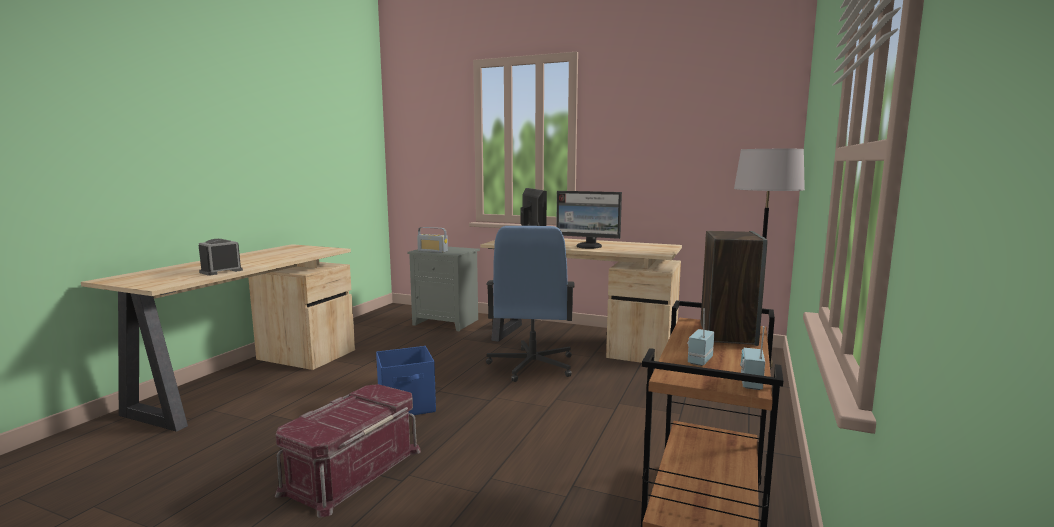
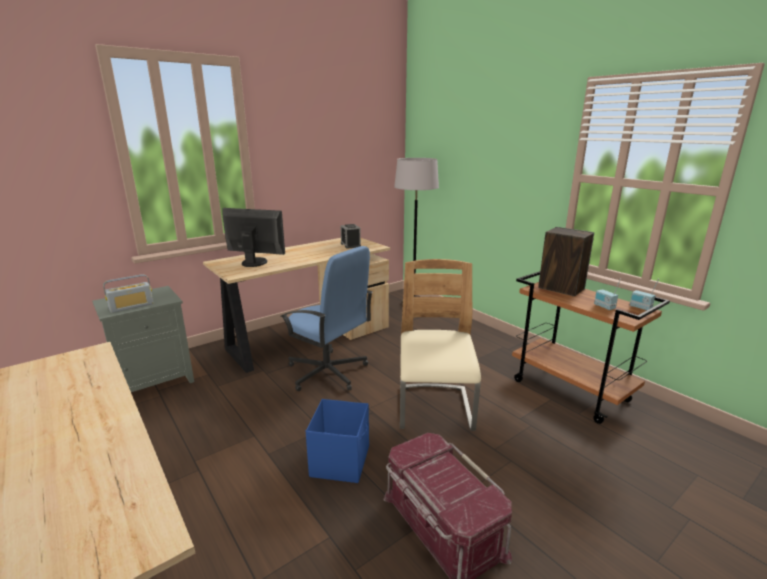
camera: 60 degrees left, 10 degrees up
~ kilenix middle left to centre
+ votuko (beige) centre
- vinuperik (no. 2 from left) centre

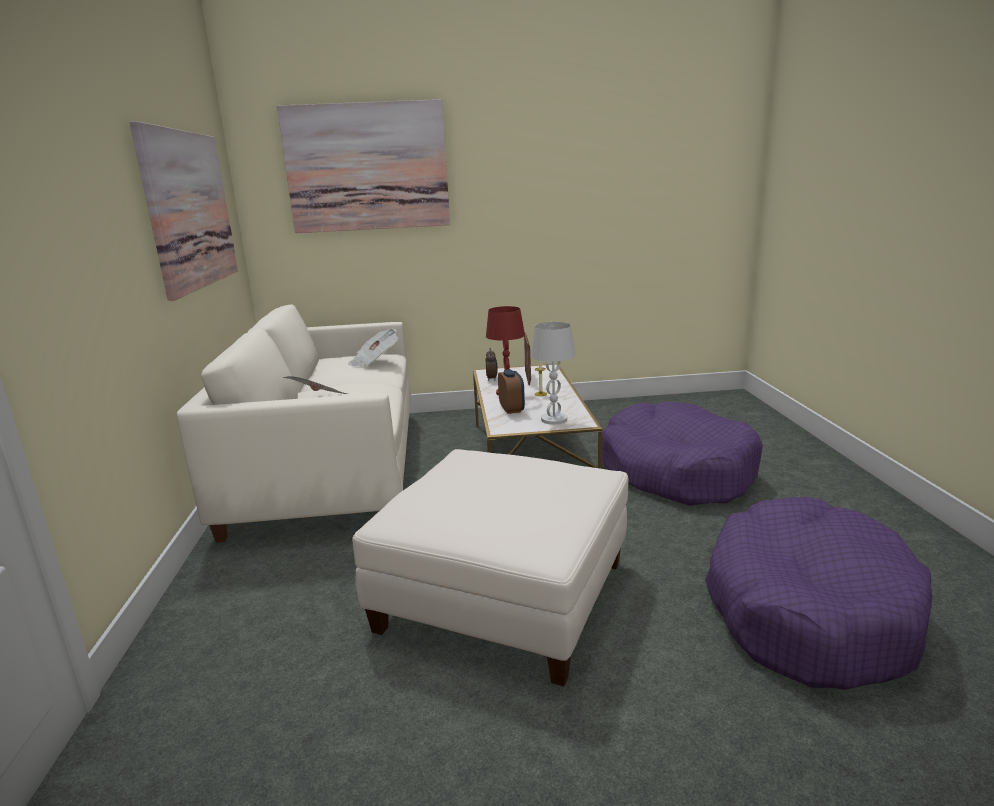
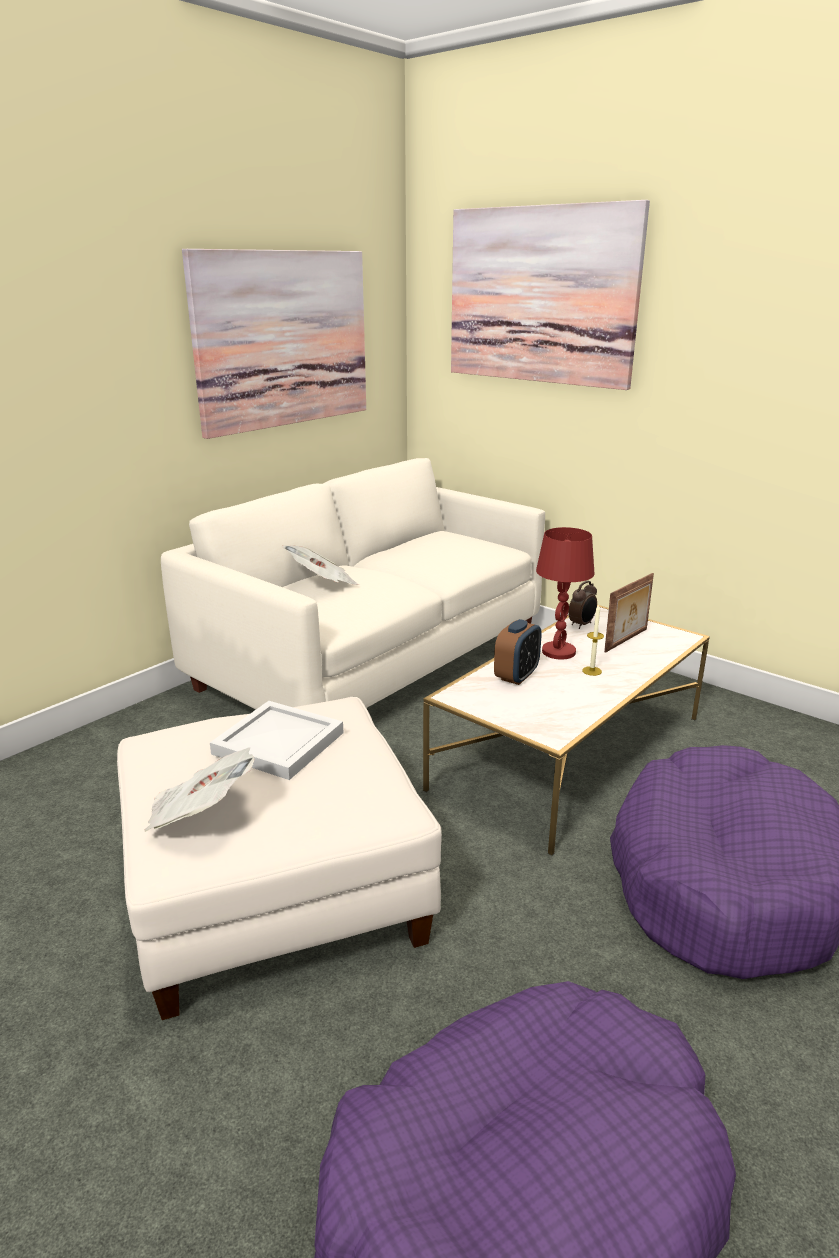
camera: 45 degrees right, 5 degrees up
~ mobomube (no. 2 from left in the first image) centre to mobomube (no. 1 from left) middle left
+ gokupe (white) middle left
- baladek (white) centre

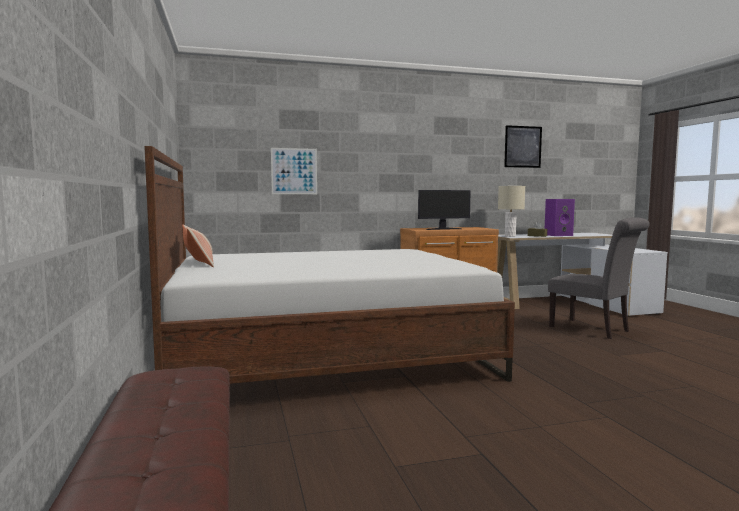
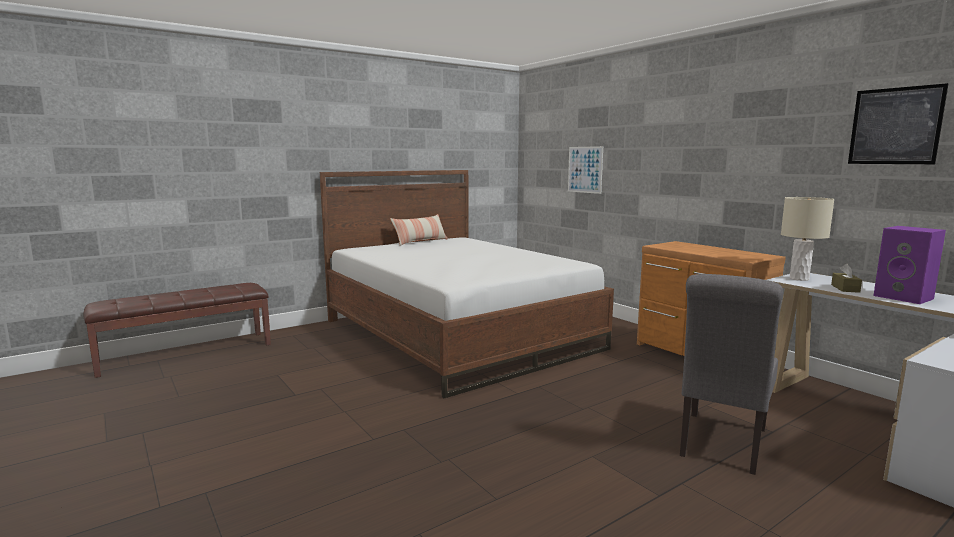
camera: 70 degrees right, 5 degrees up
- vinuperik centre

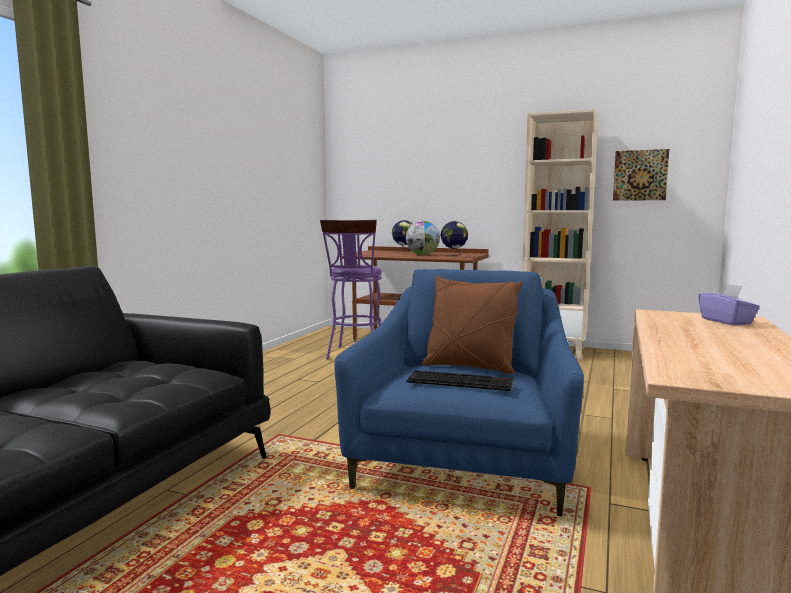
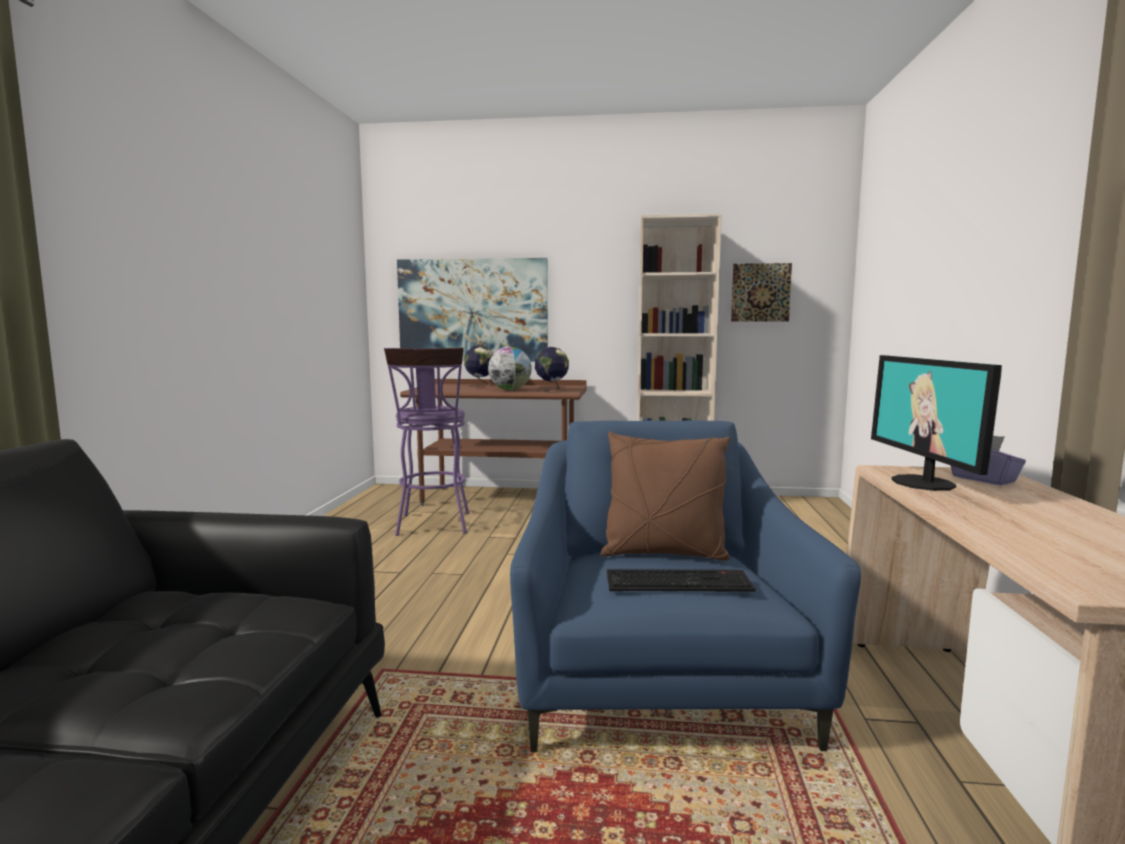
camera: 15 degrees left, 0 degrees up
+ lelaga (no. 1 from left) centre
+ vinuperik middle right

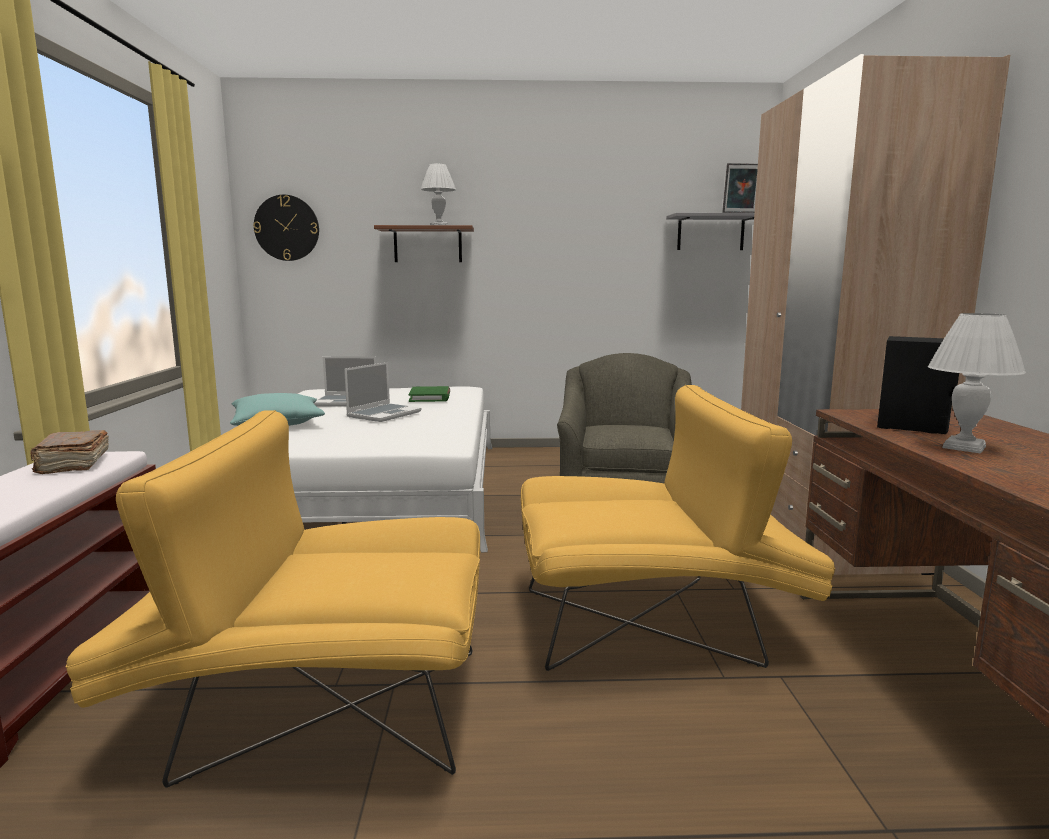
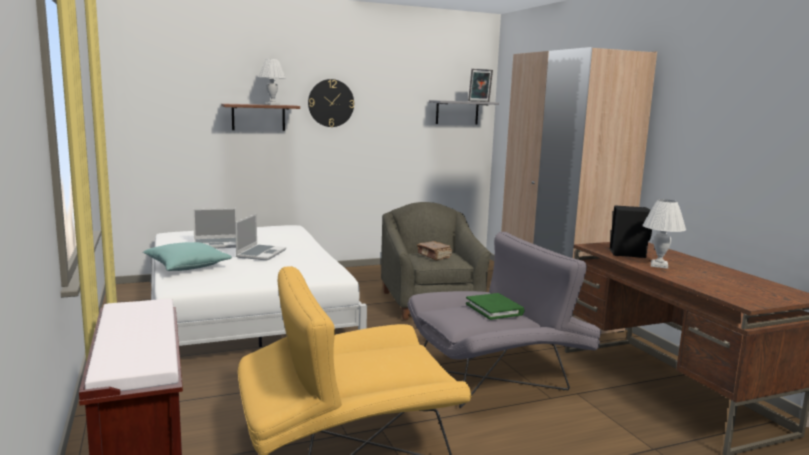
camera: 20 degrees left, 0 degrees up
~ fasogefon top left to top centre
~ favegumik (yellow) (no. 2 from left) centre to favegumik (grey) (no. 2 from left) bottom centre
~ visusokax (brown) middle left to centre
~ visusokax (green) centre to bottom centre

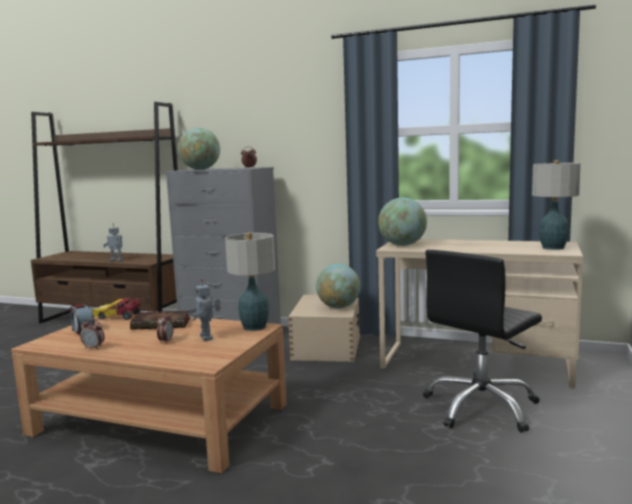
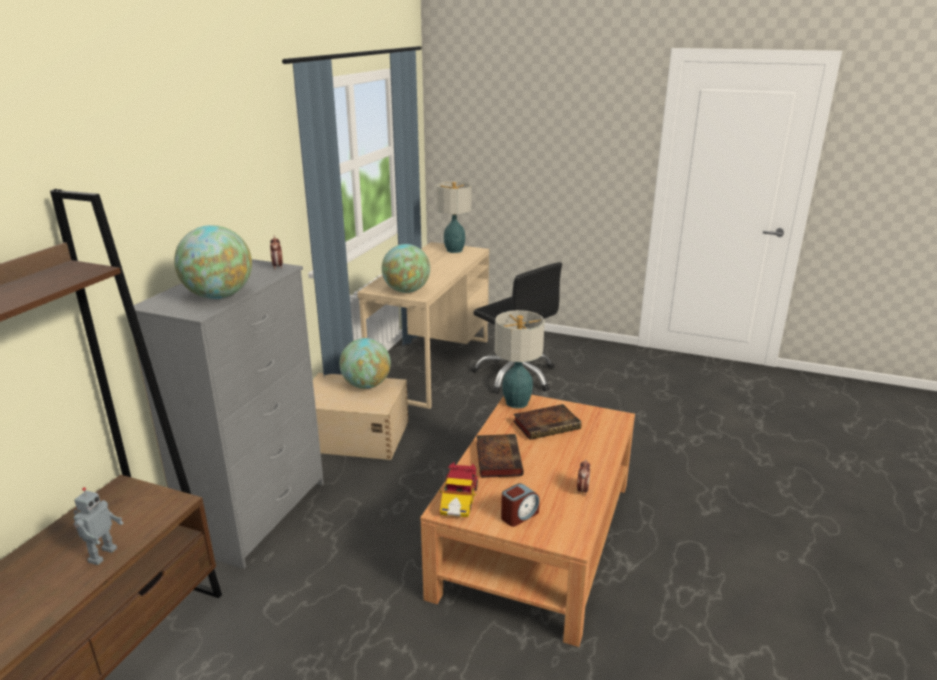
camera: 90 degrees left, 15 degrees up
~ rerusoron (no. 2 from left) middle left to visusokax (no. 2 from left) centre
- kilenix (no. 3 from left) middle left

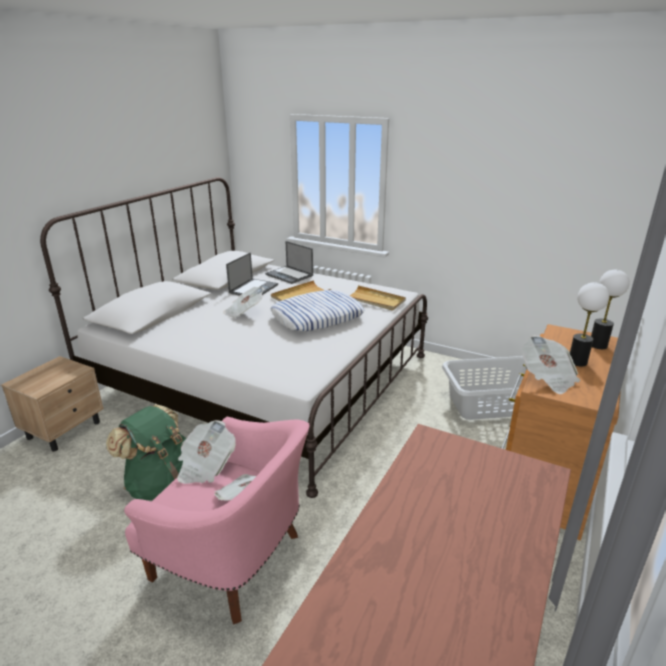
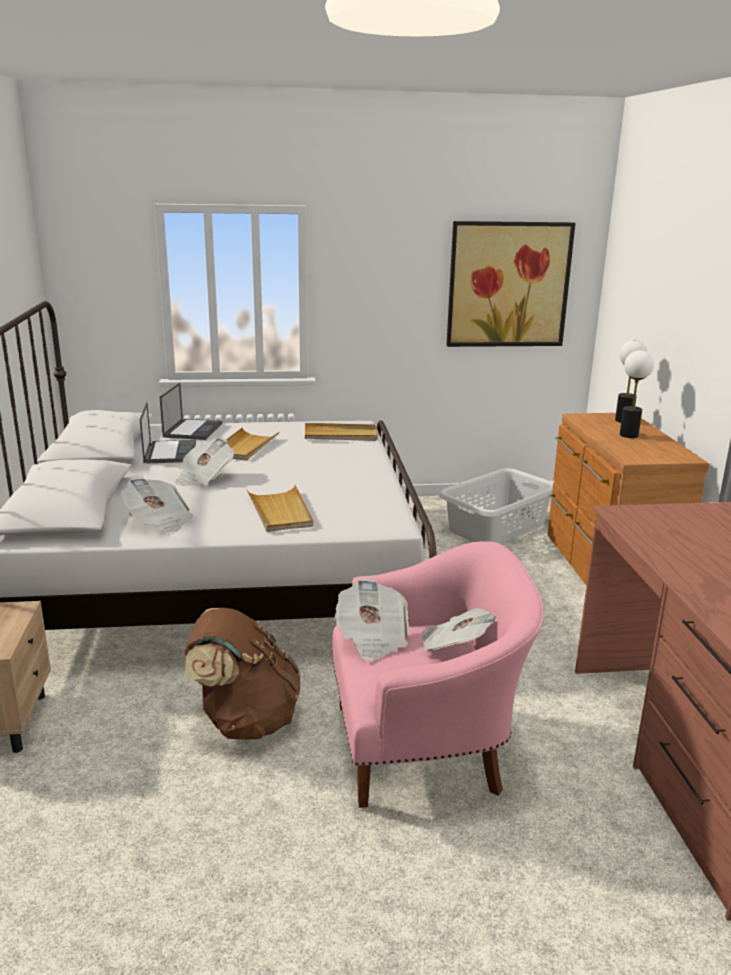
camera: 35 degrees left, 5 degrees down
~ mobomube (no. 4 from left in the first image) middle right to mobomube (no. 1 from left) middle left
~ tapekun (no. 2 from left) centre = middle left 90 degrees counterclockwise
~ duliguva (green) bottom left to duliguva (brown) bottom left
+ gokupe (beige) (no. 2 from left) centre
+ lelaga top right
- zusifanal centre

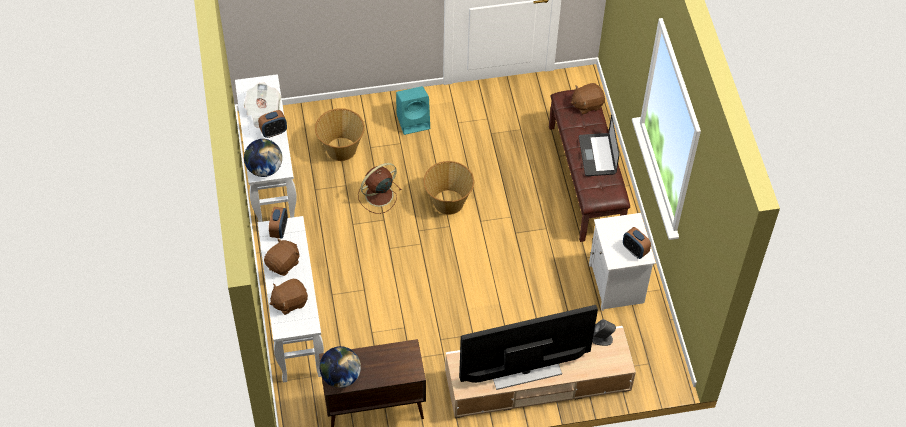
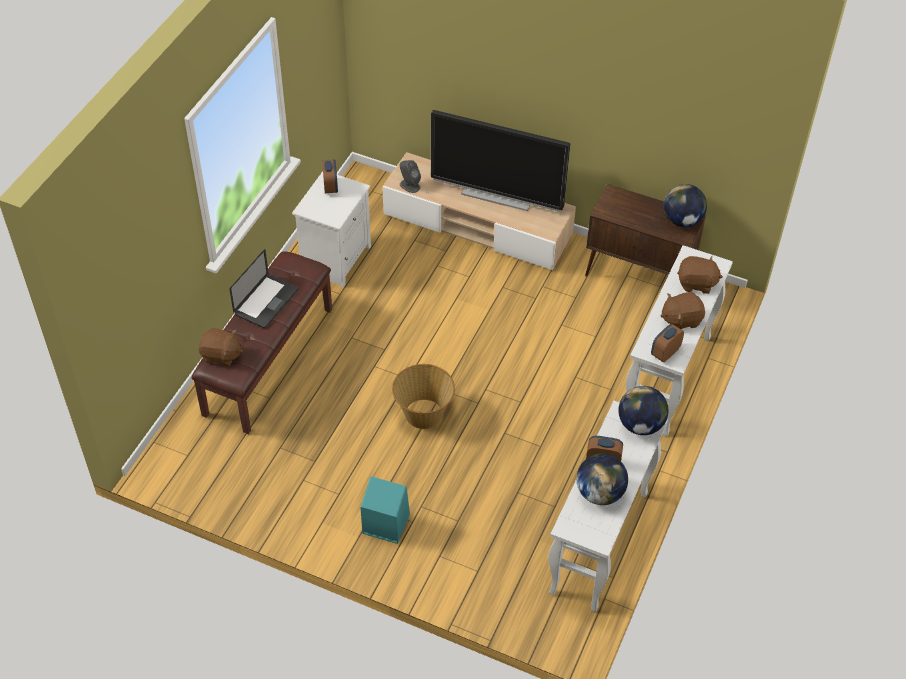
camera: 145 degrees left, 5 degrees down
~ mobomube top left to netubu (no. 1 from left) bottom centre
- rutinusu (no. 1 from left) top centre
- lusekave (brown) centre

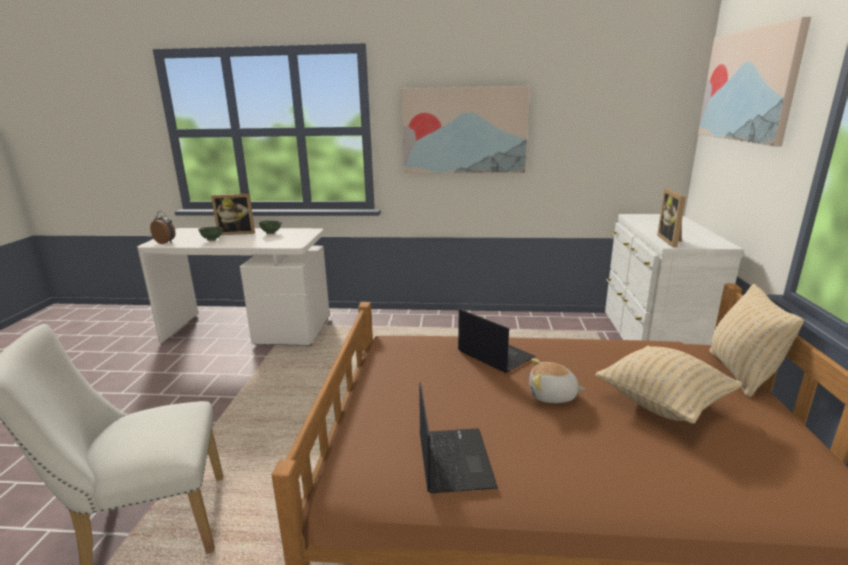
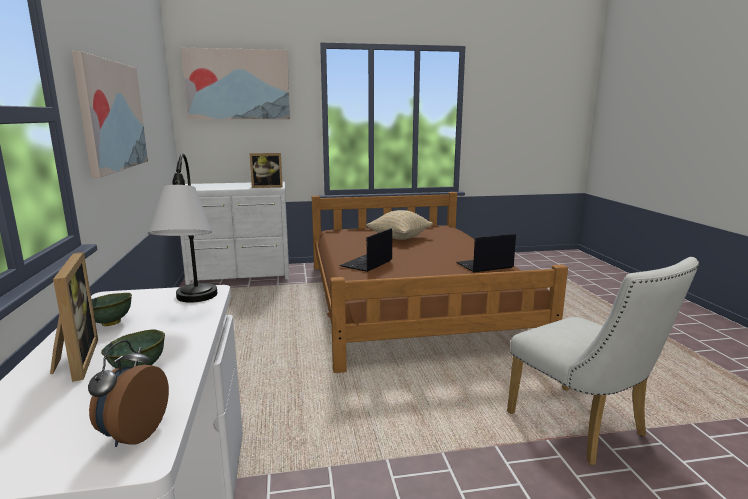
camera: 105 degrees left, 5 degrees down
+ baladek middle left
- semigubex bottom centre
- zusifanal (beige) (no. 2 from left) middle right

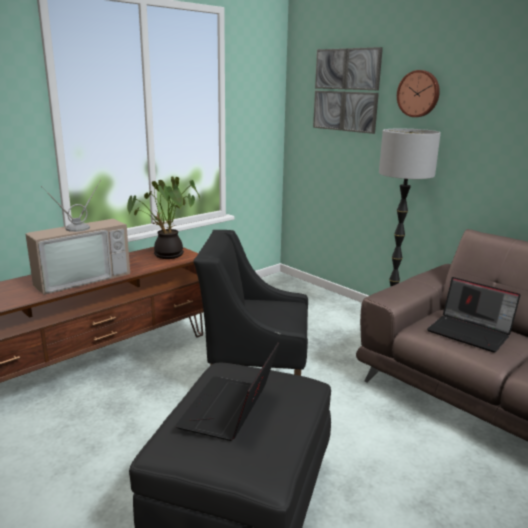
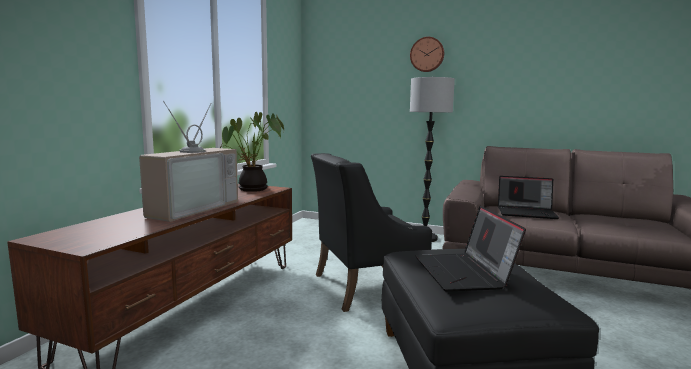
camera: 25 degrees left, 10 degrees down
- lelaga top centre

